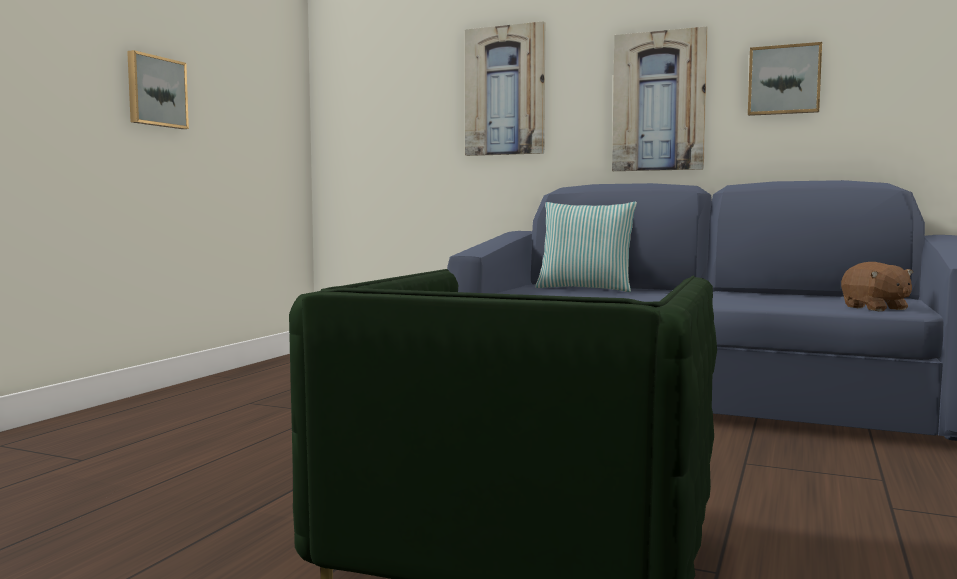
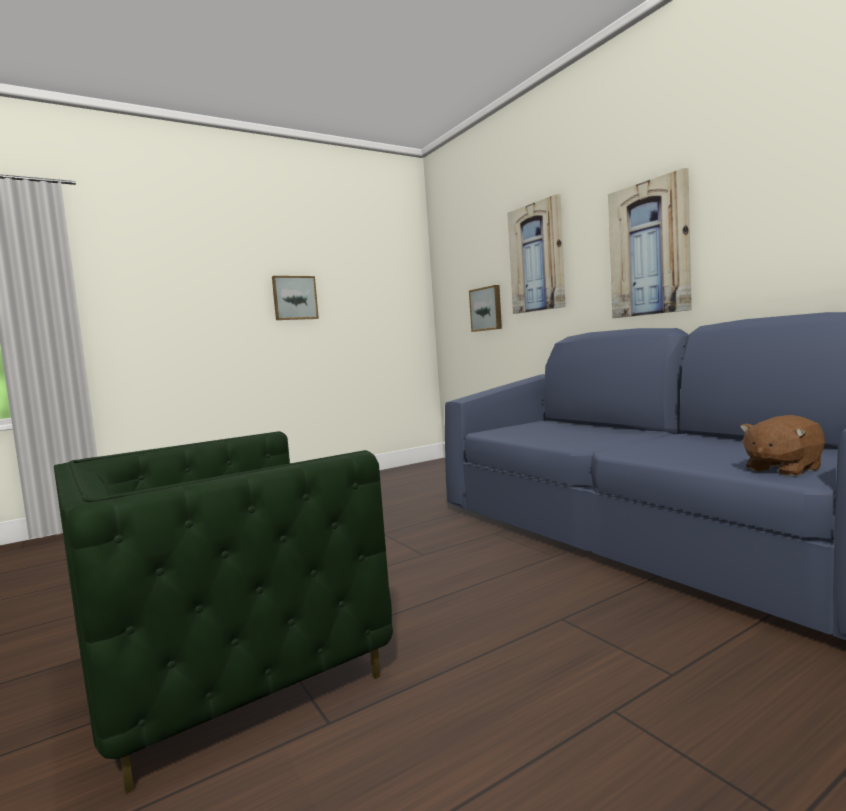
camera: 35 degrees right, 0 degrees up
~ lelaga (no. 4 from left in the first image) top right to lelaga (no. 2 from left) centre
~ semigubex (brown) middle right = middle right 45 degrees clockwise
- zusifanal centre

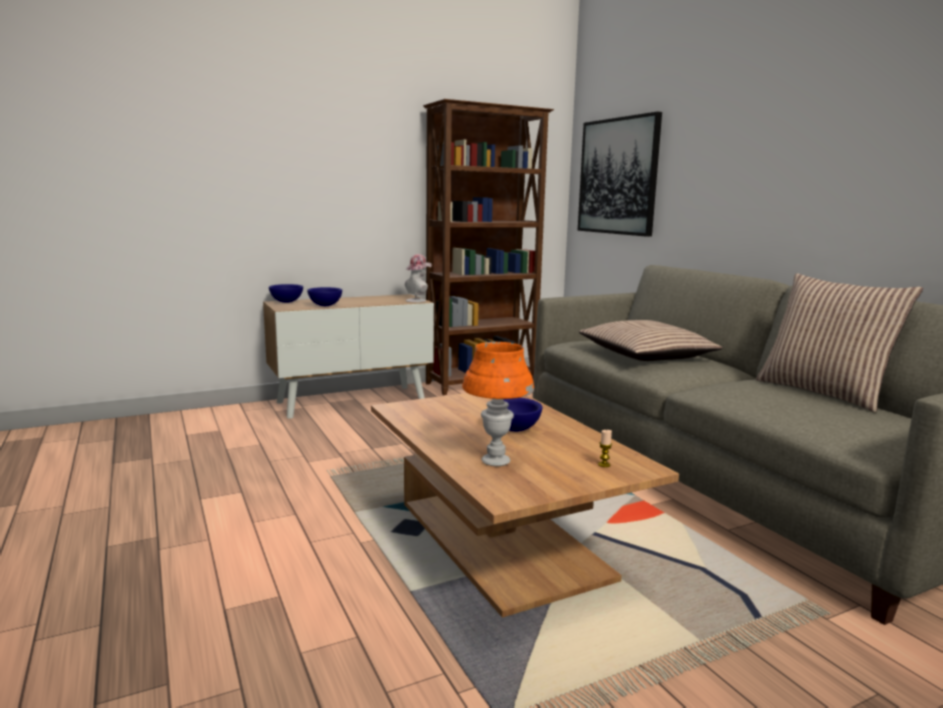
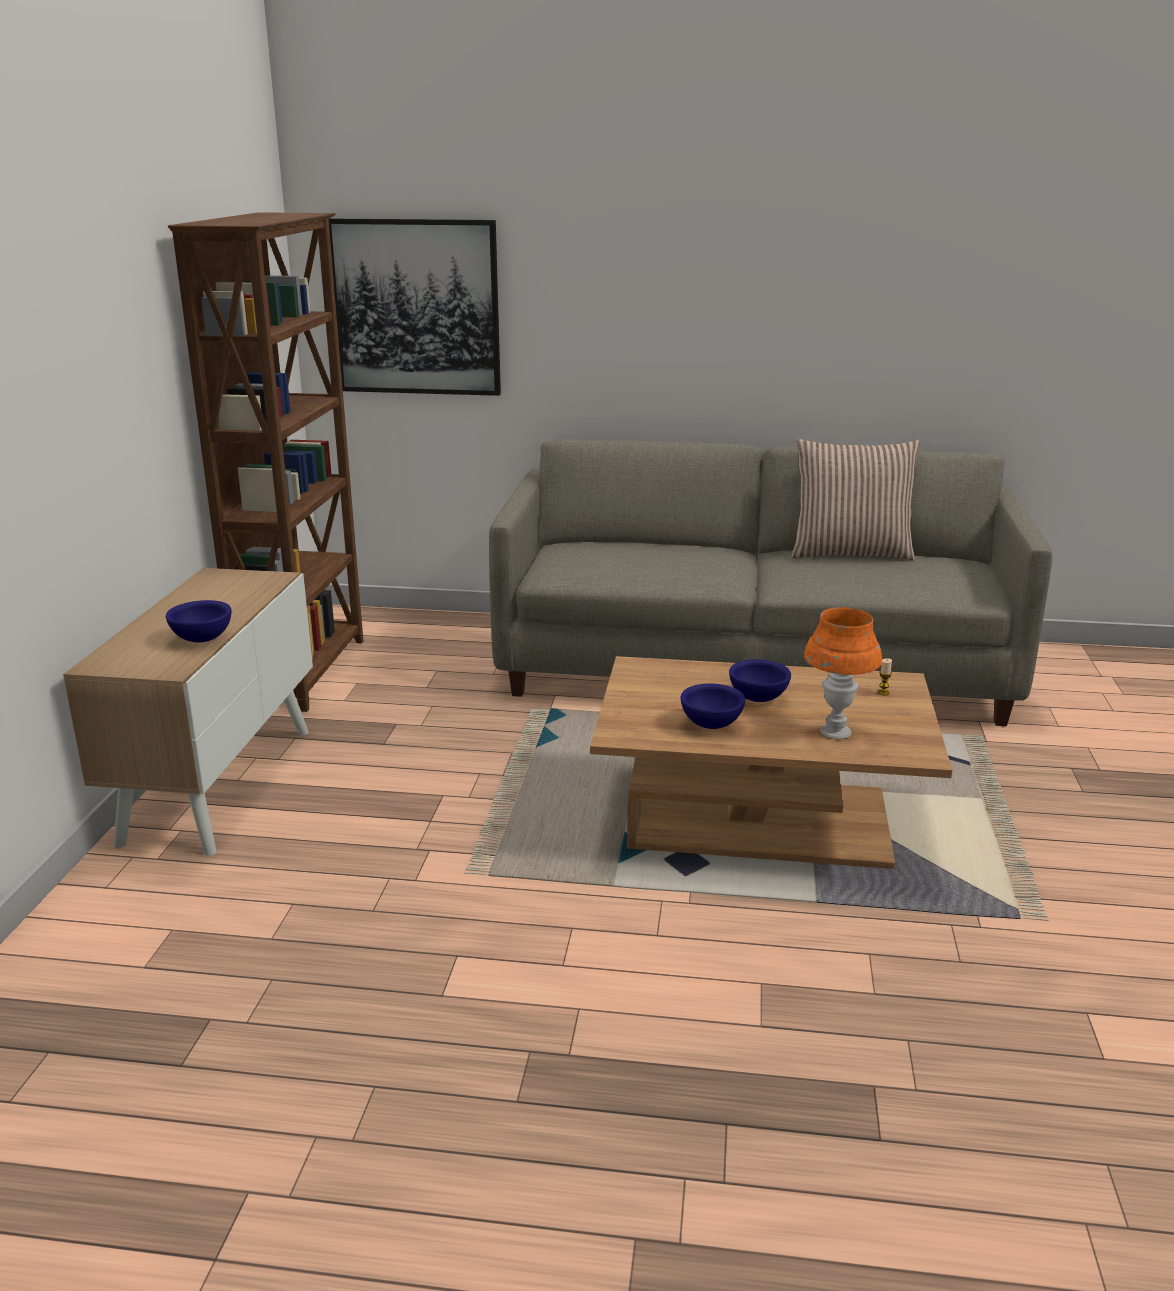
camera: 55 degrees left, 10 degrees up
~ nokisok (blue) (no. 1 from left in the first image) middle left to nokisok (blue) (no. 2 from left) centre
- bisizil centre
- zusifanal (no. 1 from left) middle right

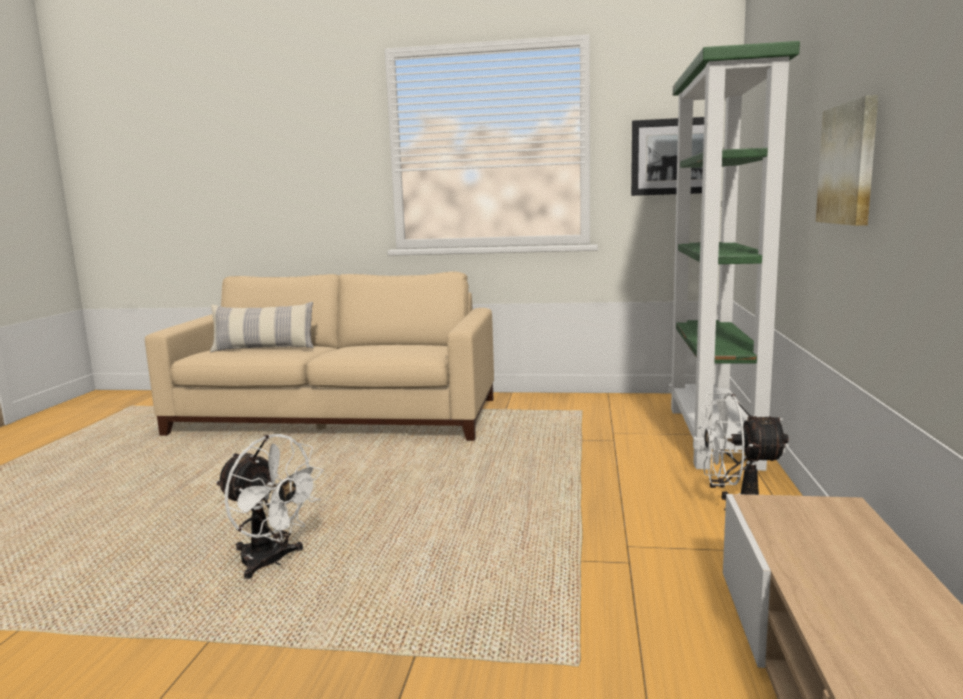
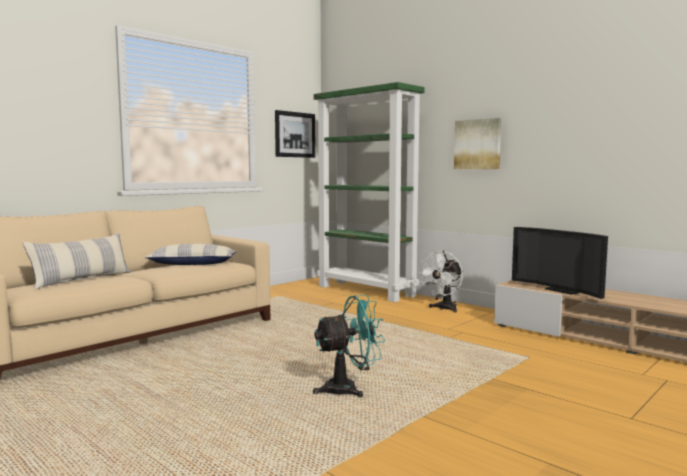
camera: 55 degrees left, 5 degrees down
+ zusifanal (no. 2 from left) middle left
~ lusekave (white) (no. 1 from left) bottom left to lusekave (turquoise) bottom centre
+ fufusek middle right

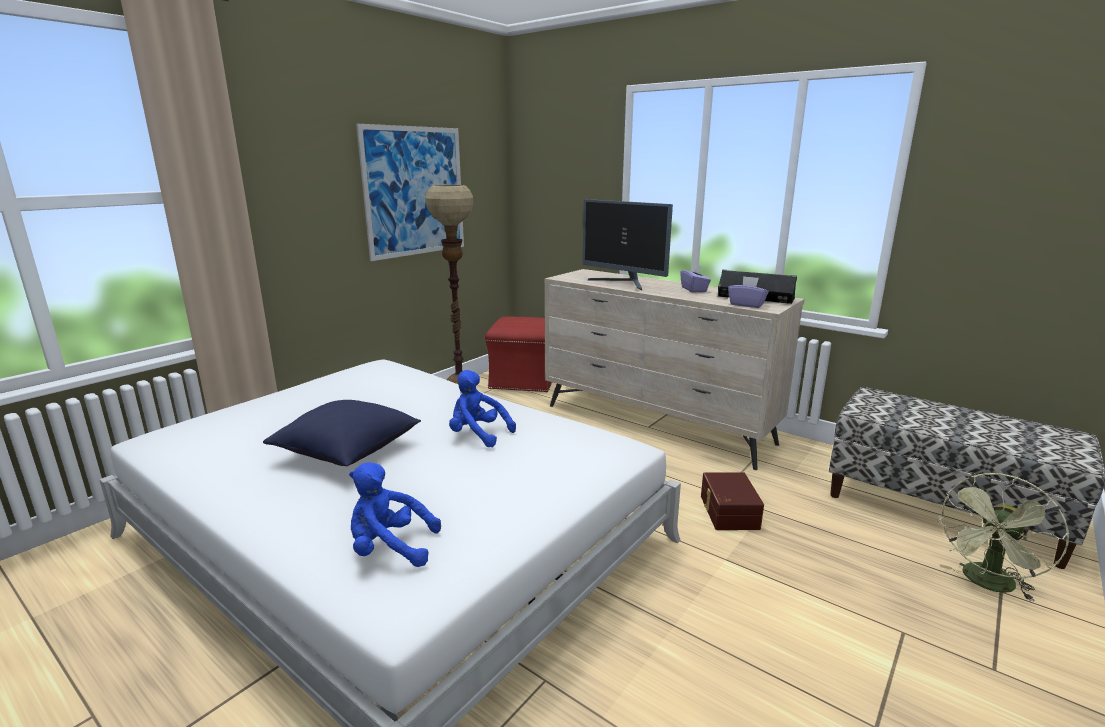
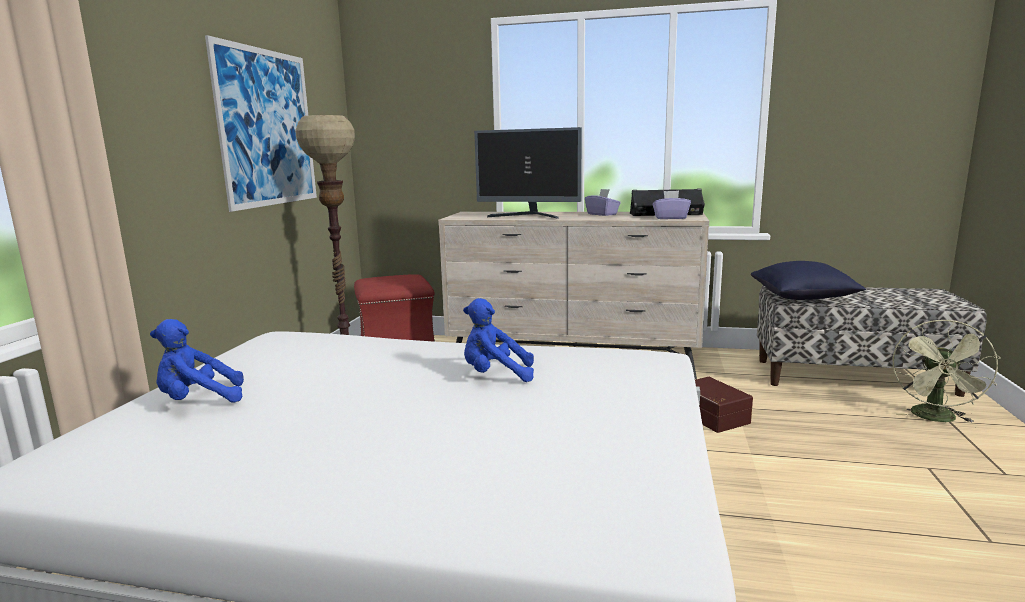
camera: 25 degrees left, 5 degrees down
~ semigubex (blue) (no. 1 from left) bottom centre to middle left
~ zusifanal (blue) middle left to middle right

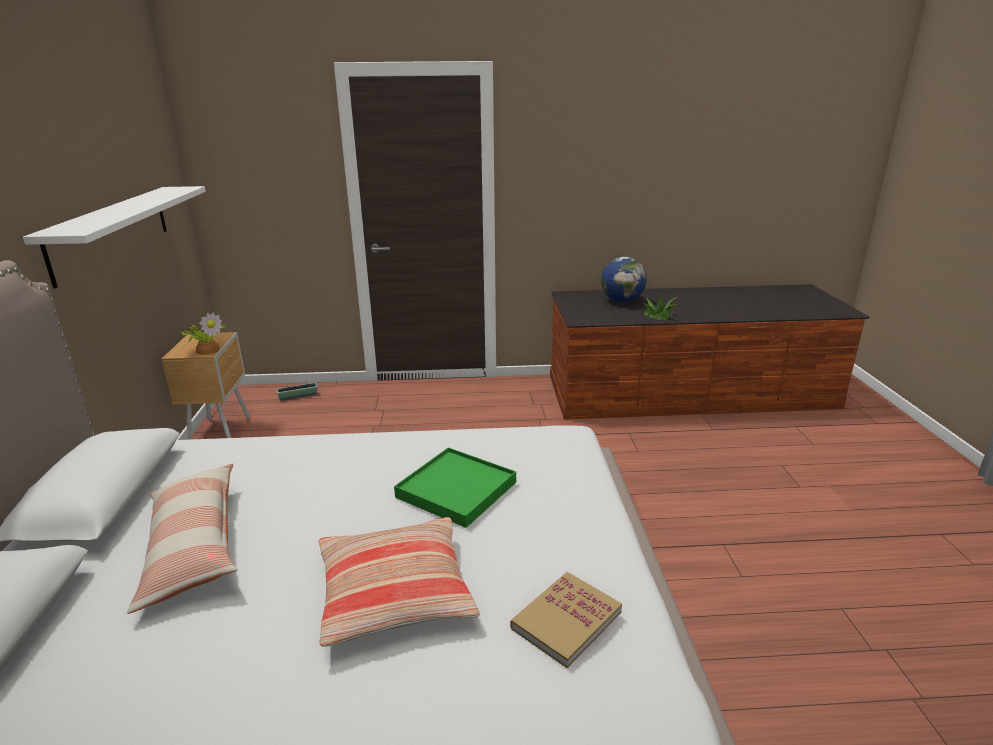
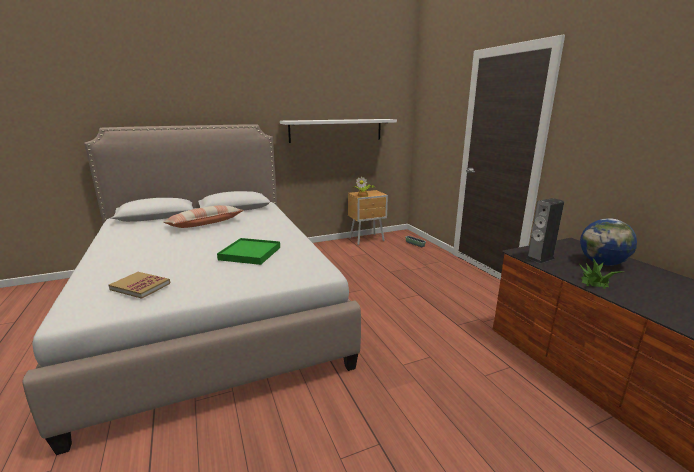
camera: 70 degrees right, 5 degrees down
+ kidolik middle right
- zusifanal (no. 2 from left) bottom centre

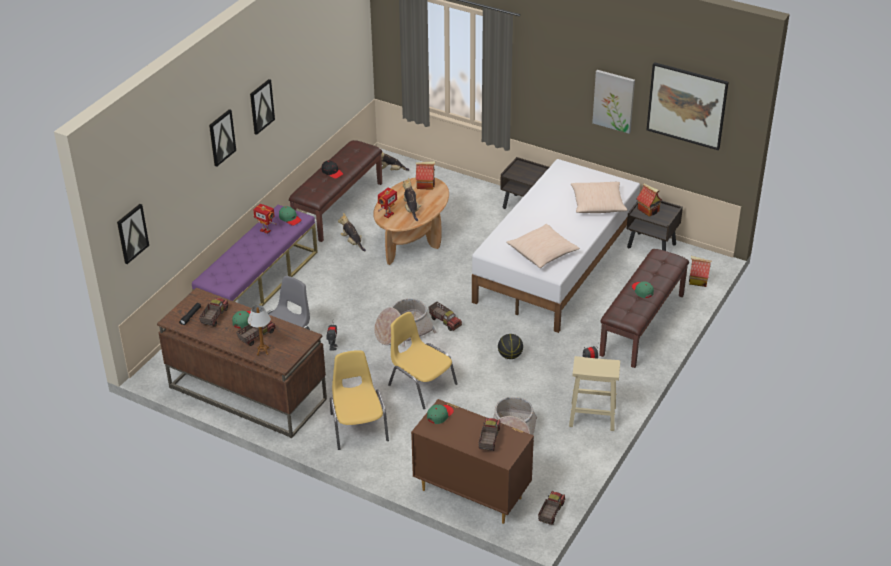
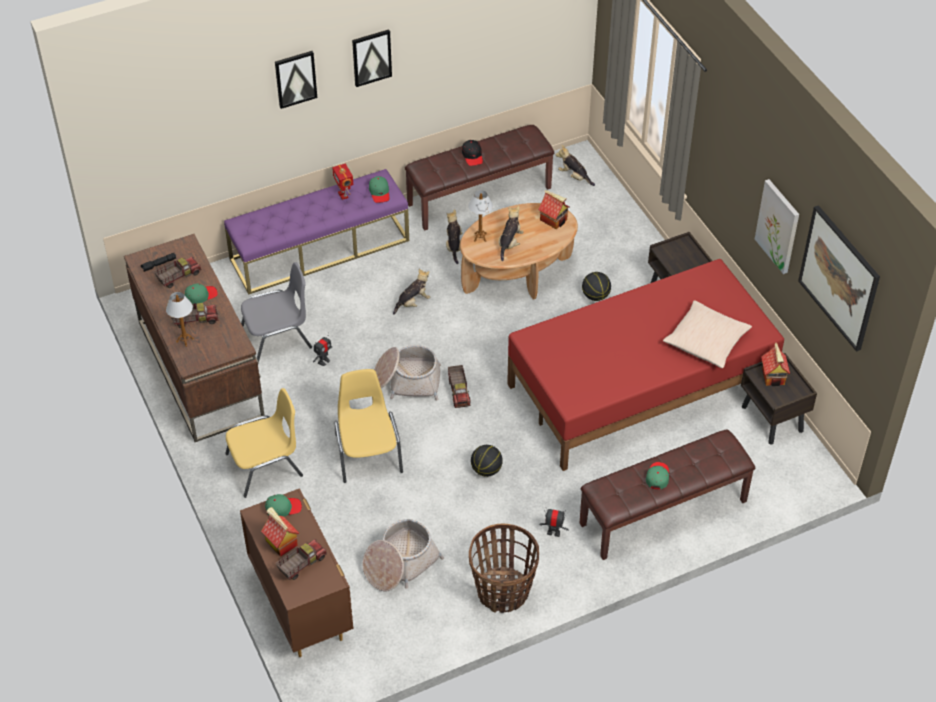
camera: 35 degrees right, 10 degrees up
~ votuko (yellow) (no. 1 from left) bottom centre = middle left 45 degrees clockwise
~ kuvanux (no. 3 from left in the first image) middle right to kuvanux (no. 1 from left) bottom left
+ semigubex (no. 1 from left) centre
~ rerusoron (no. 3 from left) centre to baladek (no. 2 from left) top centre
~ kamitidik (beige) bottom right to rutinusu (no. 3 from left) bottom centre
~ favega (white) centre to favega (red) middle right
+ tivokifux (no. 2 from left) centre
- lelaga (no. 1 from left) middle left
- zusifanal (beige) (no. 1 from left) centre
- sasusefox (no. 5 from left) bottom centre

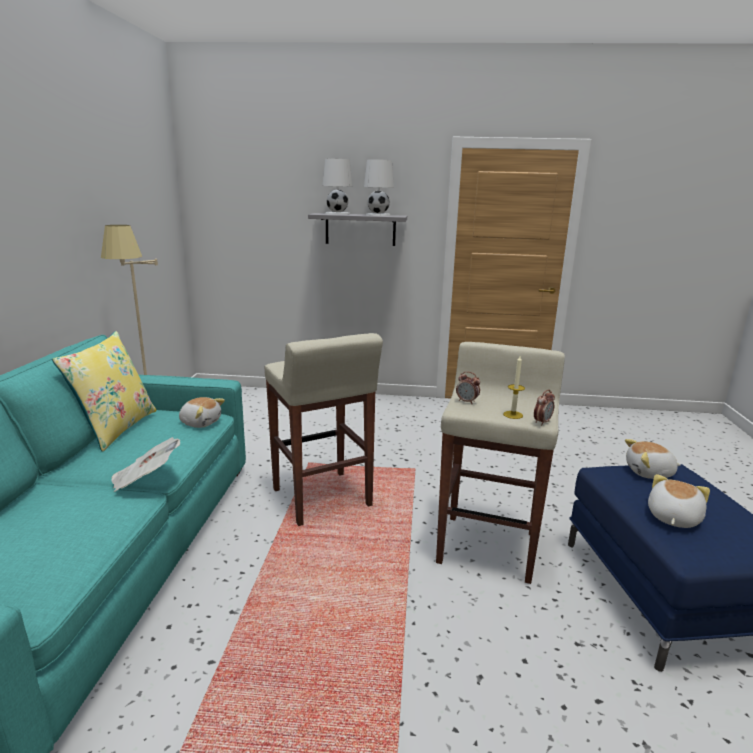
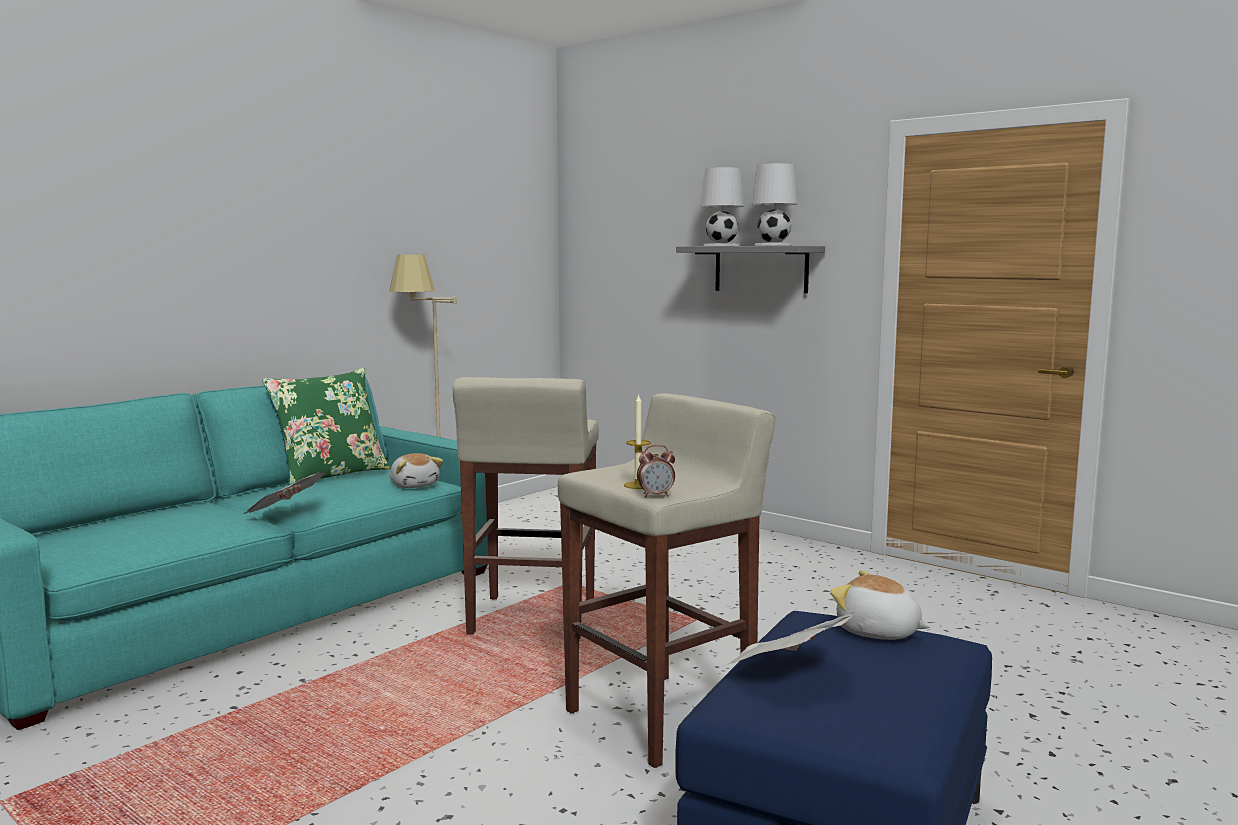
camera: 35 degrees right, 10 degrees down
~ zusifanal (yellow) middle left to zusifanal (green) middle left
~ semigubex (no. 3 from left) middle right to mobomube (no. 2 from left) bottom centre
- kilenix (no. 1 from left) centre

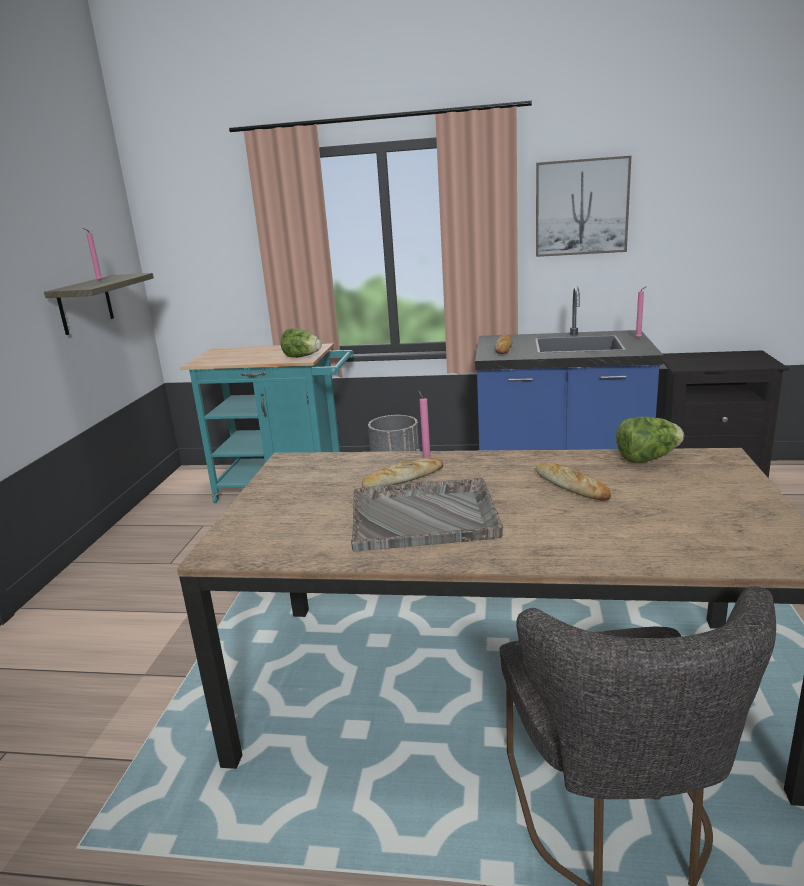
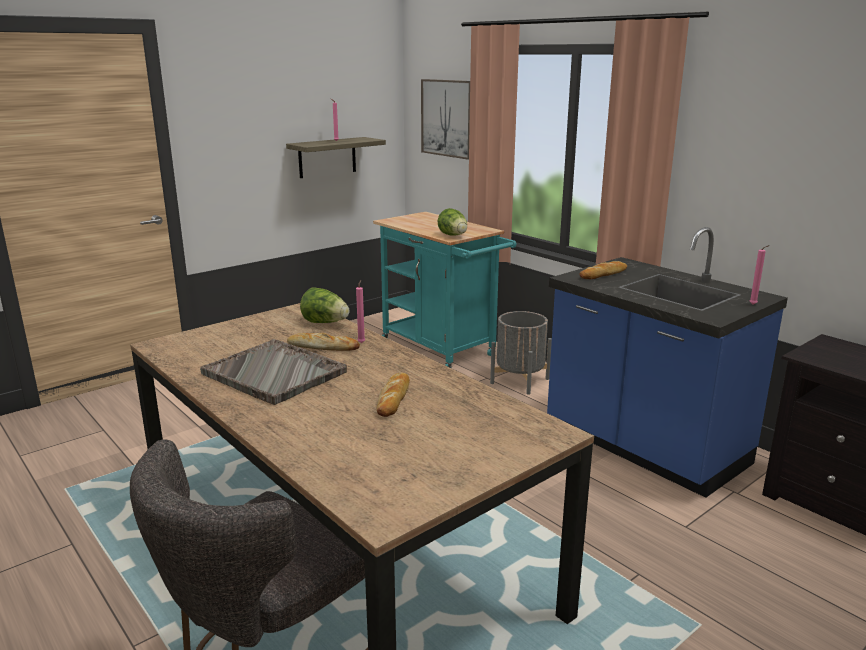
camera: 40 degrees right, 0 degrees up
~ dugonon (no. 2 from left in the first image) middle right to dugonon (no. 1 from left) centre
~ lelaga top right to top centre

